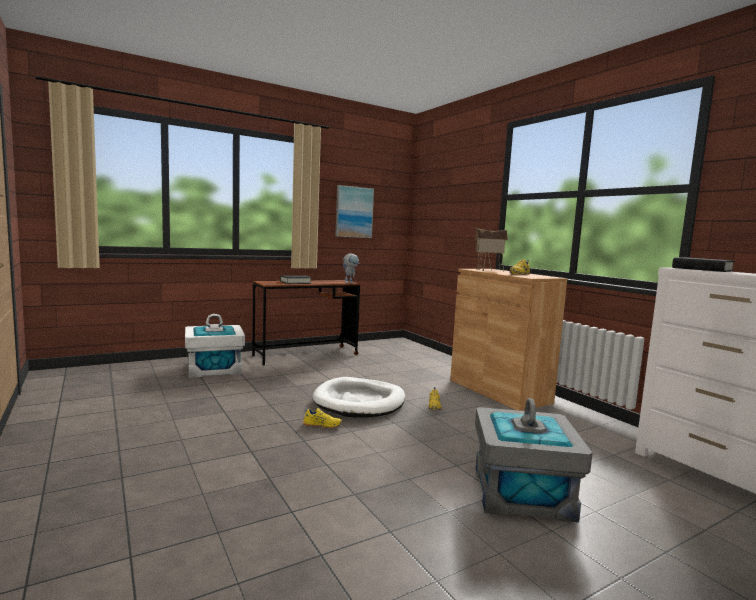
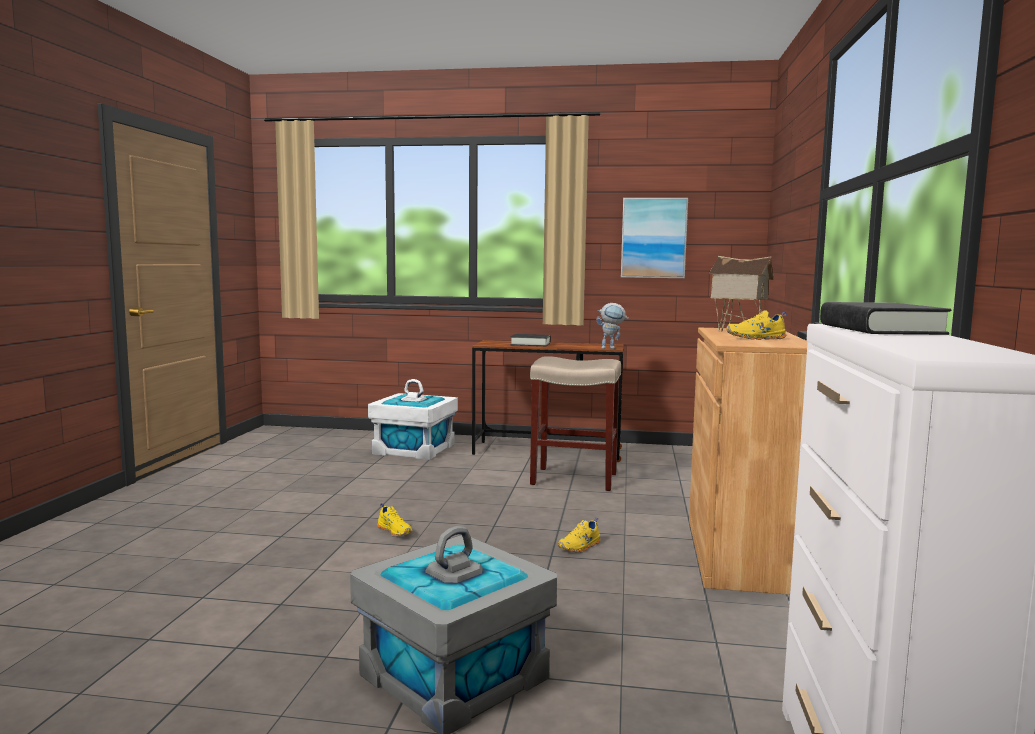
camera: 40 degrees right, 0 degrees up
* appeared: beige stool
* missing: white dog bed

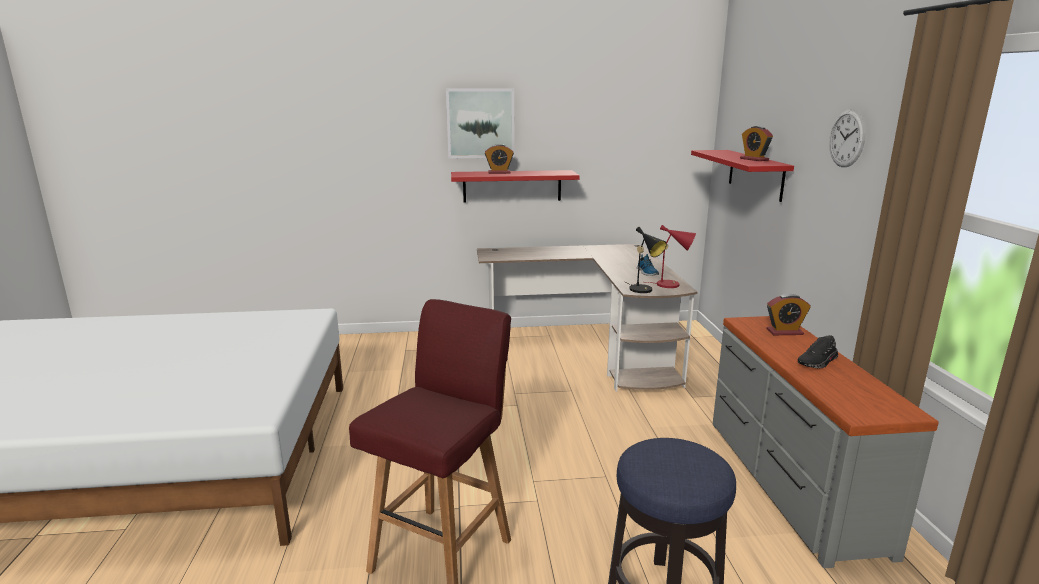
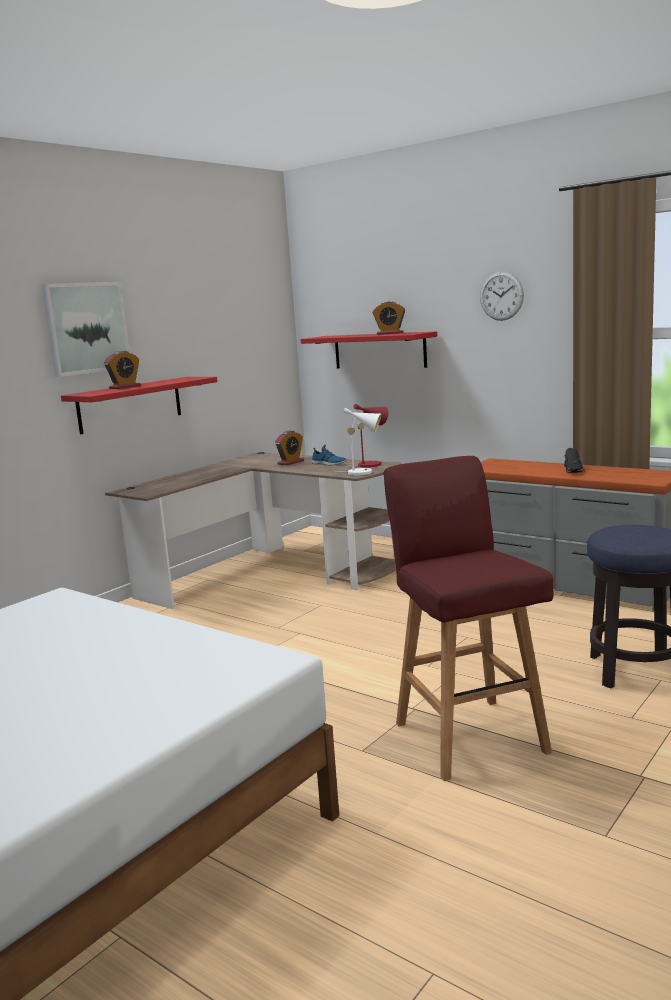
camera: 45 degrees left, 5 degrees down
* relocated: alarm clock (no. 3 from left in the first image) to alarm clock (no. 2 from left)
* colour: black table lamp to white table lamp

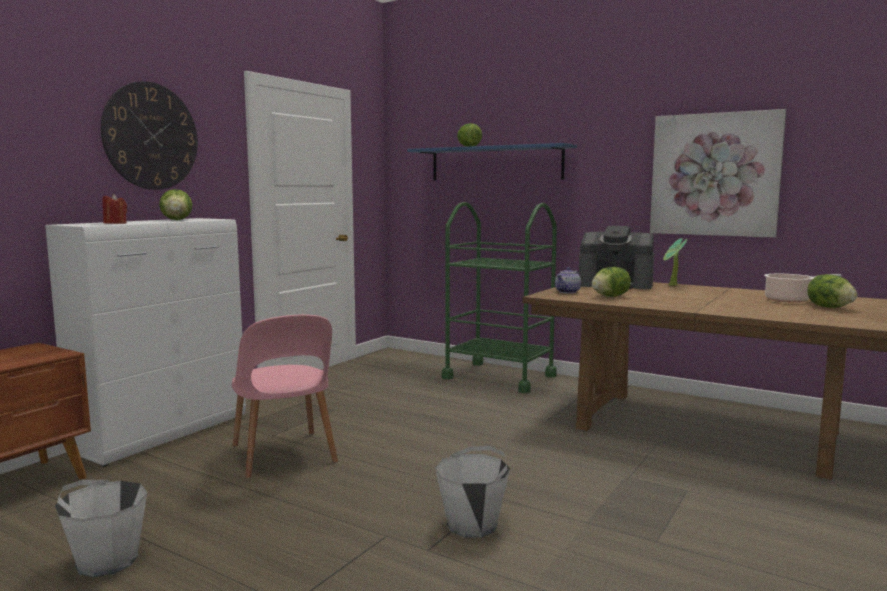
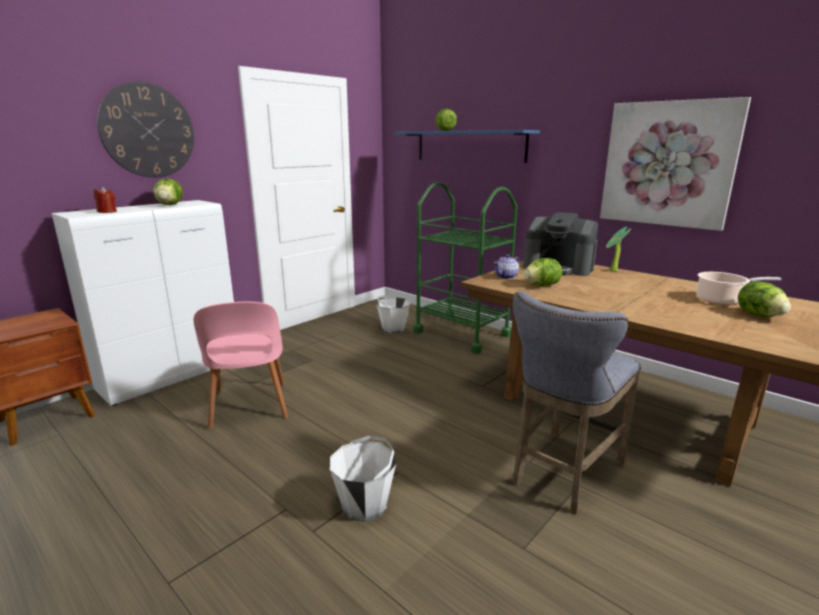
camera: 10 degrees right, 10 degrees up
* relocated: white bucket (no. 1 from left in the first image) to white bucket (no. 2 from left)
* appeared: grey stool

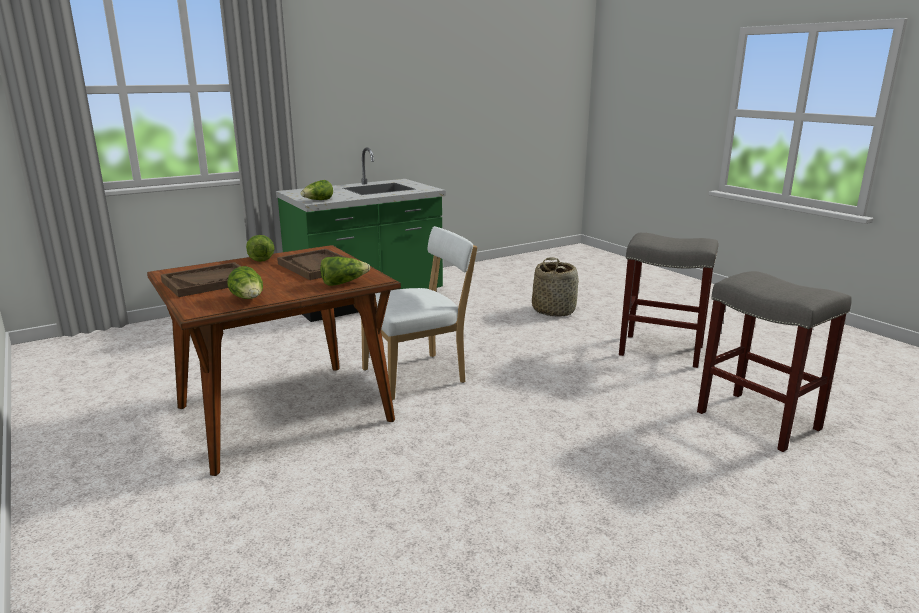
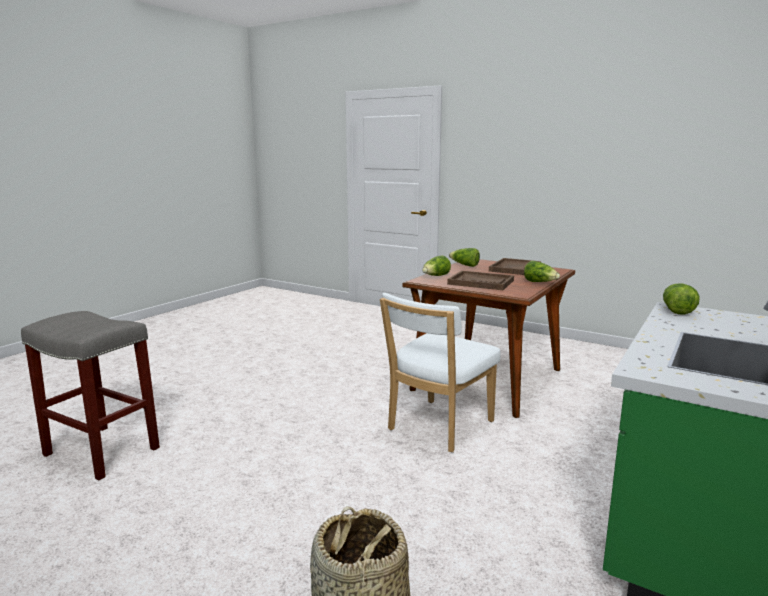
camera: 155 degrees right, 5 degrees down
* missing: grey stool (no. 1 from left)

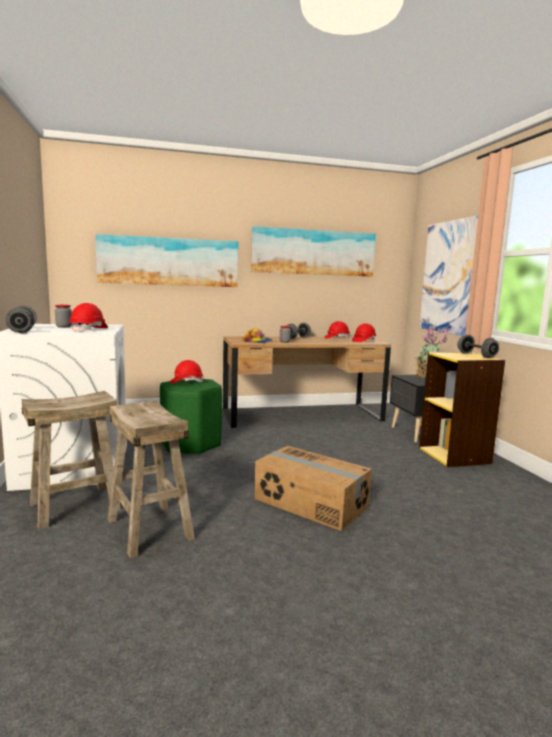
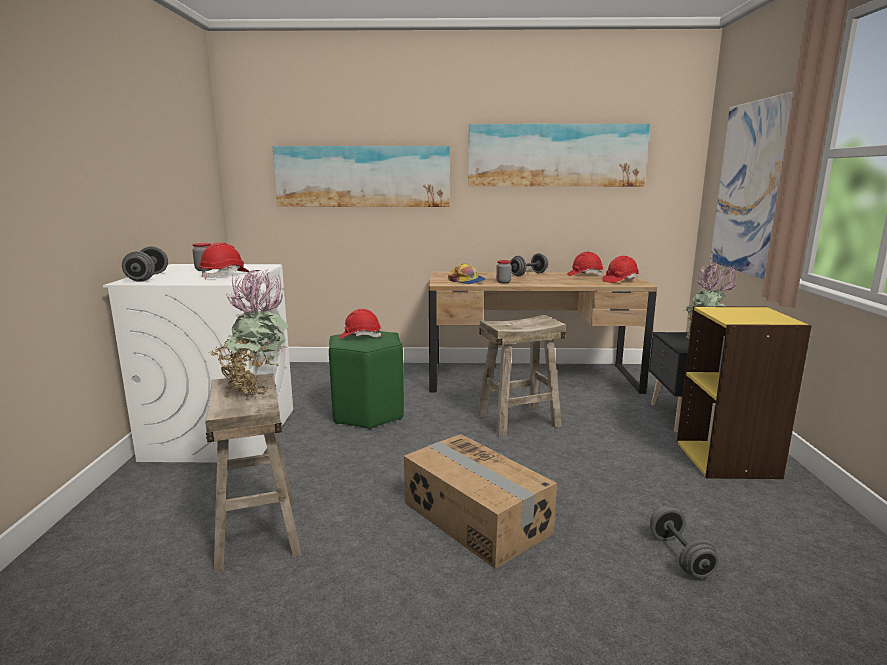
camera: 15 degrees right, 5 degrees up
* appeared: potted plant (no. 1 from left)
* relocated: beige stool (no. 1 from left in the first image) to beige stool (no. 2 from left)
* relocated: grey dumbbell (no. 3 from left)

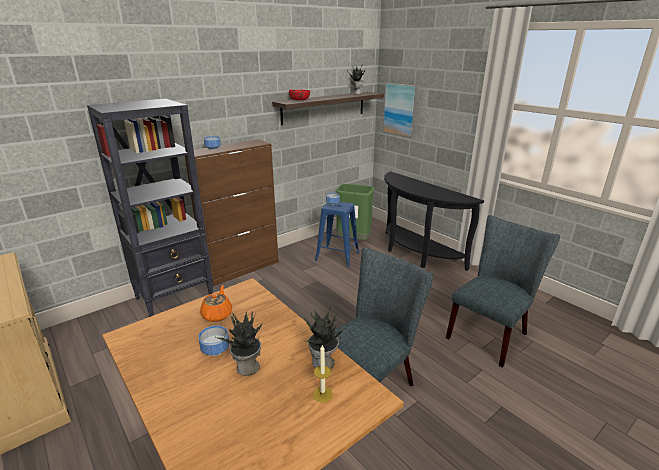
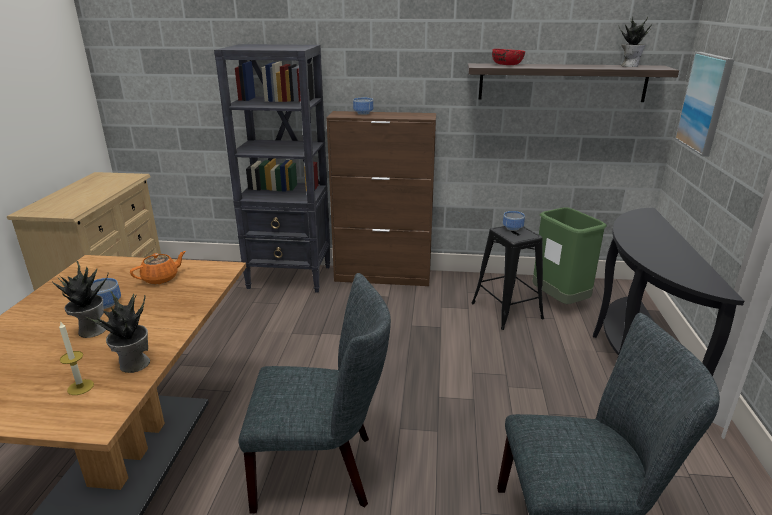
camera: 45 degrees right, 0 degrees up
* colour: blue stool to black stool

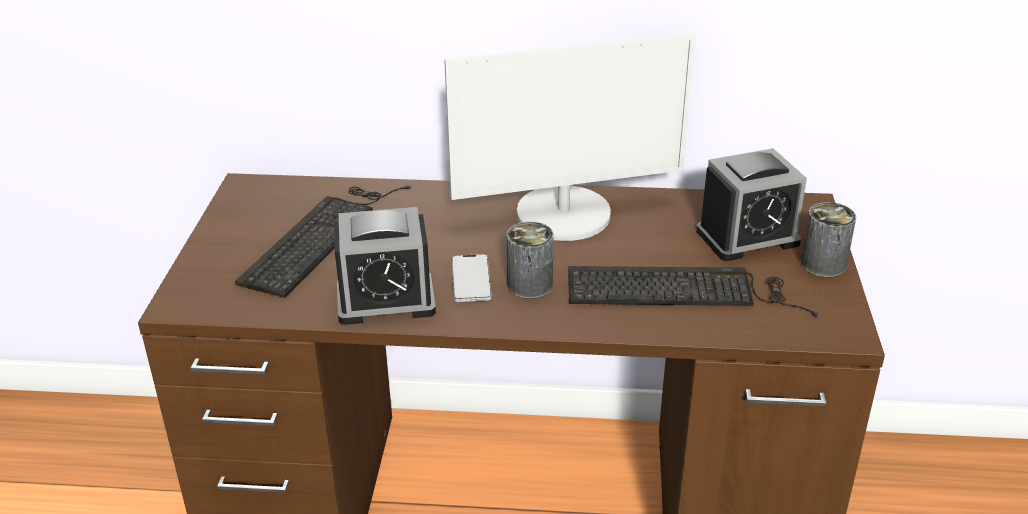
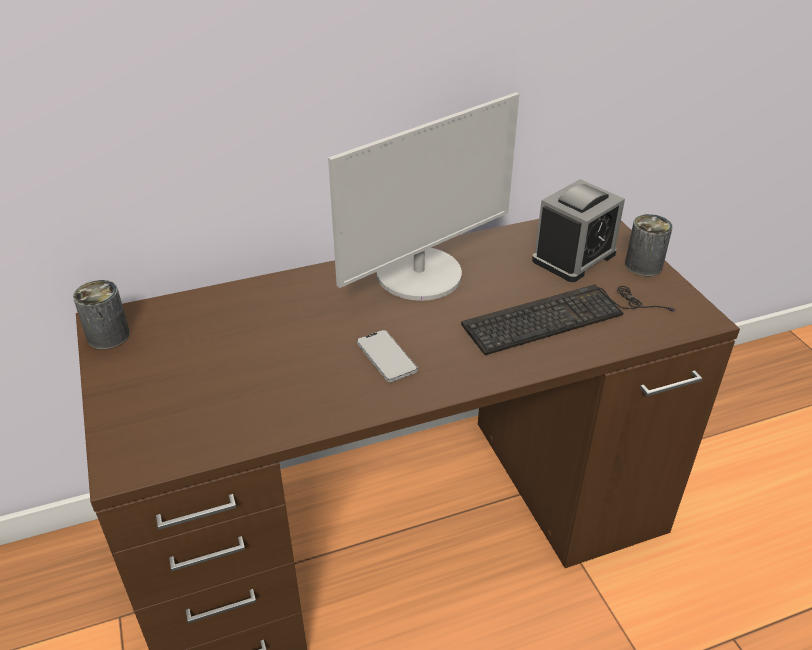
camera: 25 degrees left, 5 degrees up
* relocated: can (no. 1 from left)
* missing: keyboard (no. 1 from left)
* missing: alarm clock (no. 1 from left)

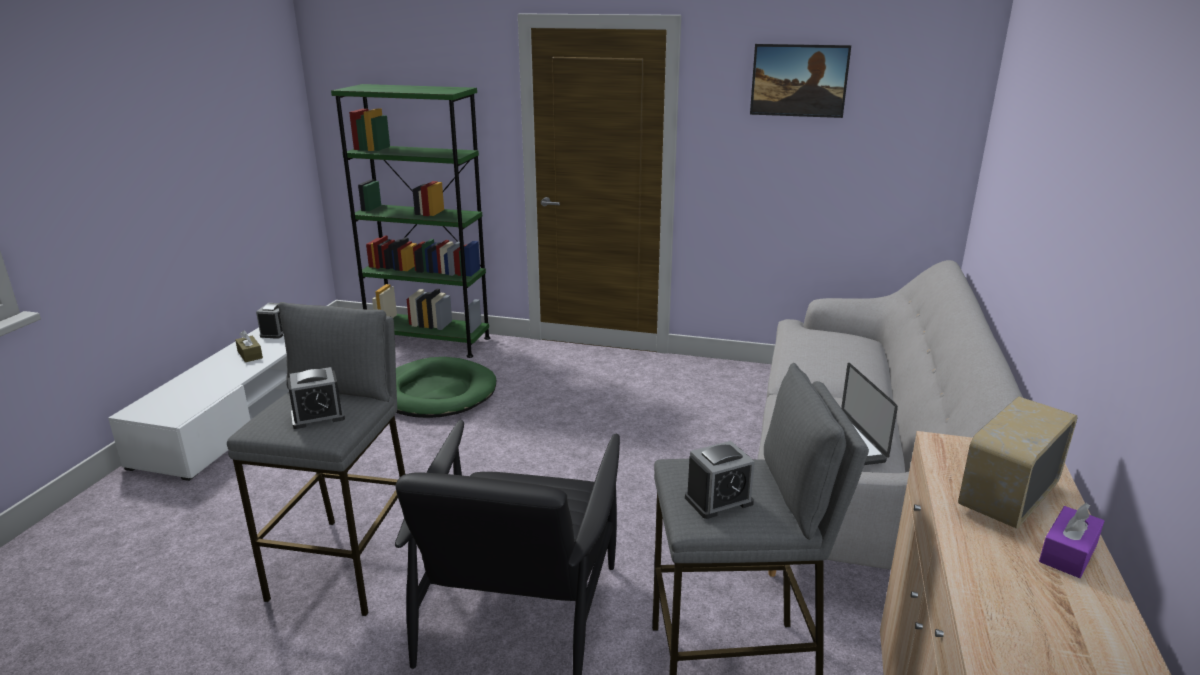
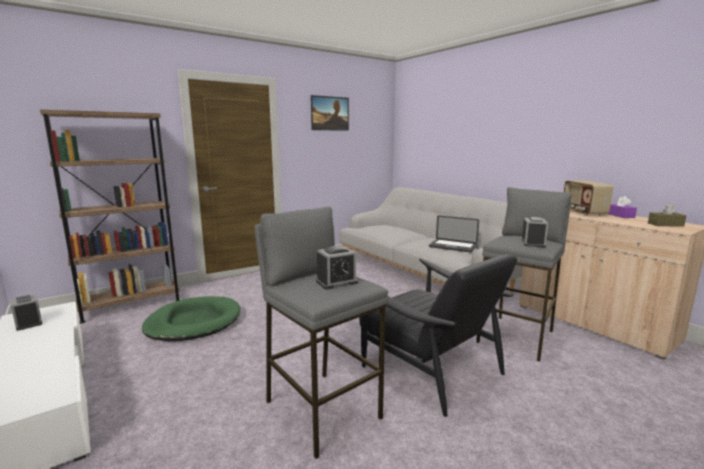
camera: 50 degrees left, 10 degrees down
* colour: green bookcase to brown bookcase
* spun: alarm clock (no. 2 from left) 45 degrees clockwise
* relocated: brown tissue box

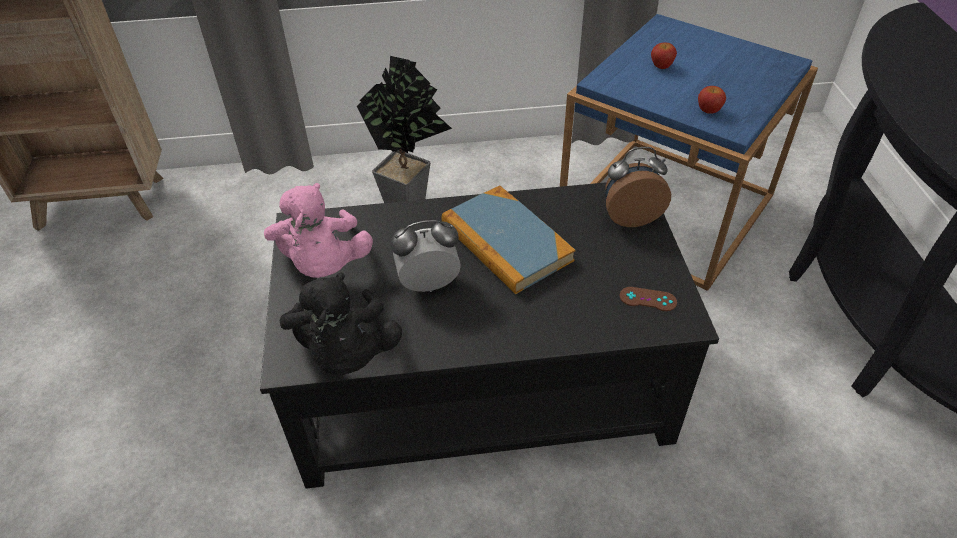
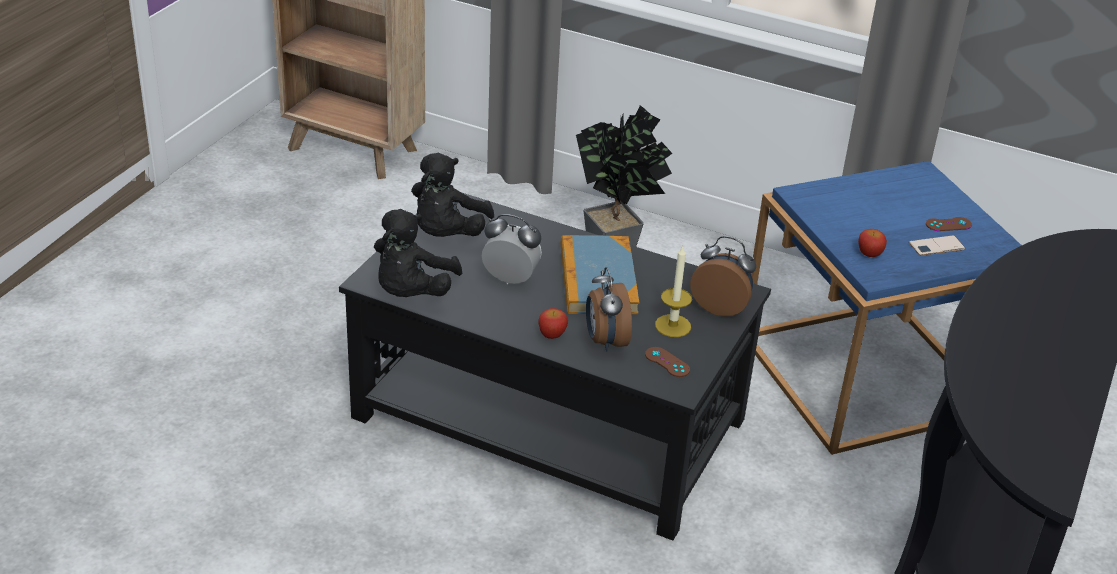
camera: 30 degrees right, 10 degrees down
* colour: pink plush toy to black plush toy (no. 2 from left)
* relocated: apple (no. 1 from left)
* appeared: alarm clock (no. 2 from left)
* appeared: candle
* appeared: phone
* appeared: brown game controller (no. 2 from left)

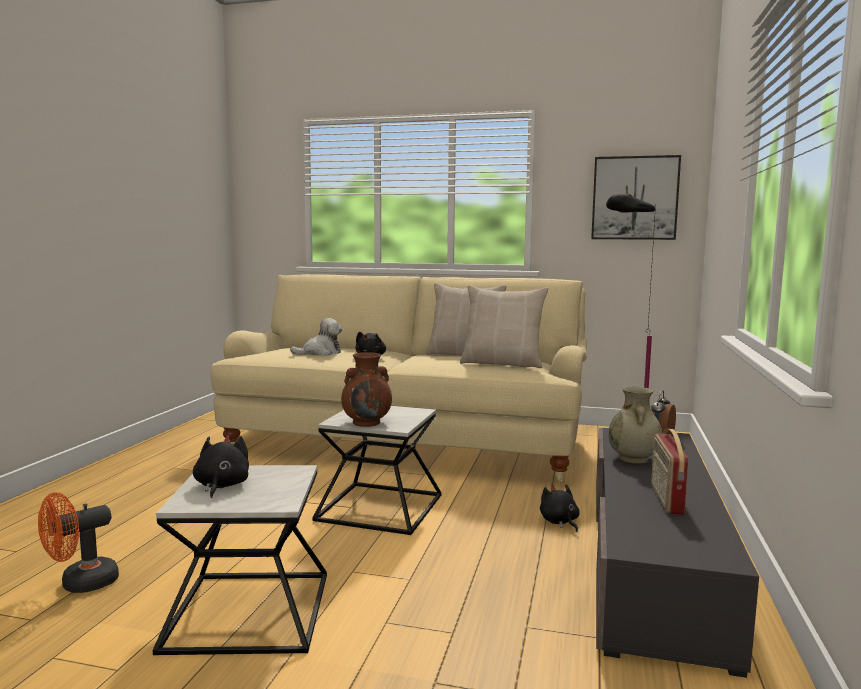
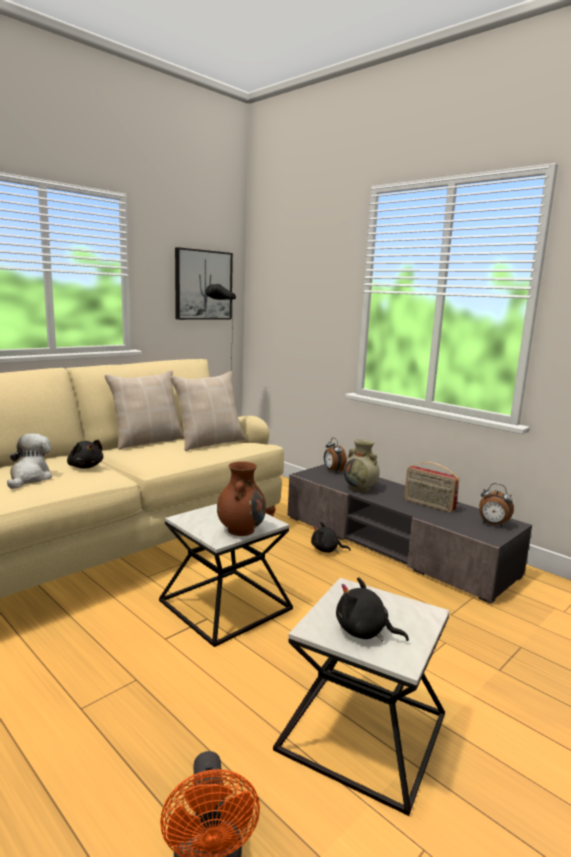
camera: 60 degrees left, 5 degrees up
* appeared: alarm clock (no. 2 from left)

